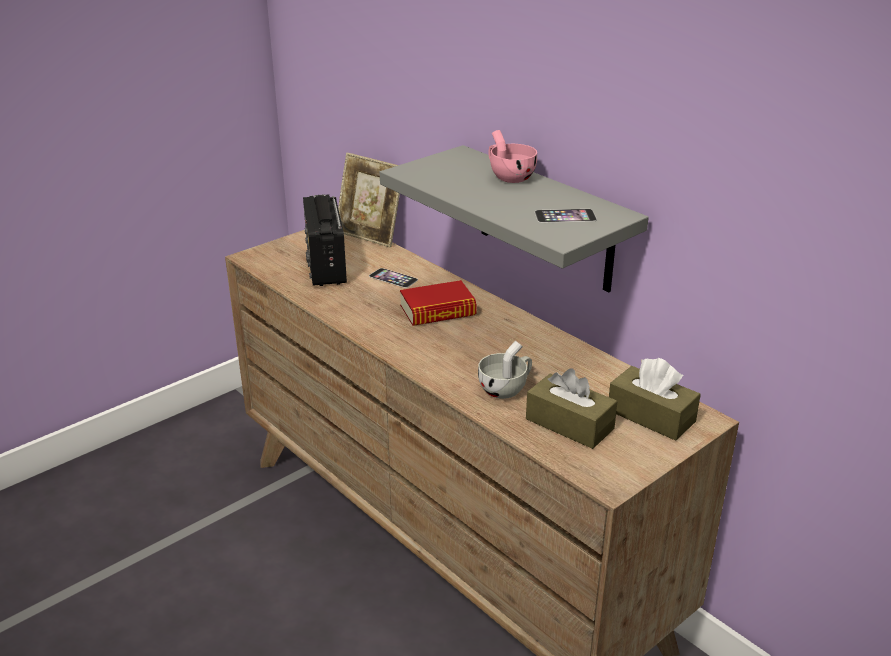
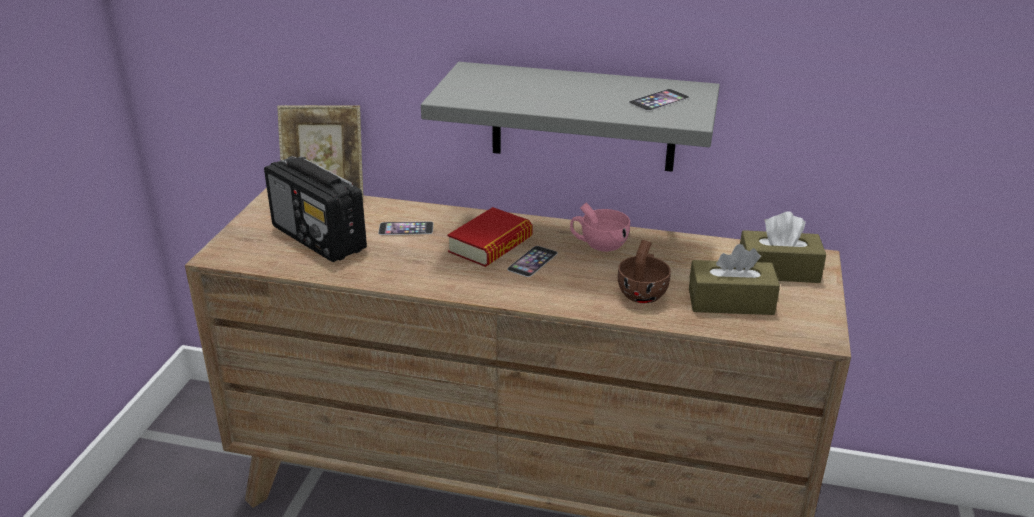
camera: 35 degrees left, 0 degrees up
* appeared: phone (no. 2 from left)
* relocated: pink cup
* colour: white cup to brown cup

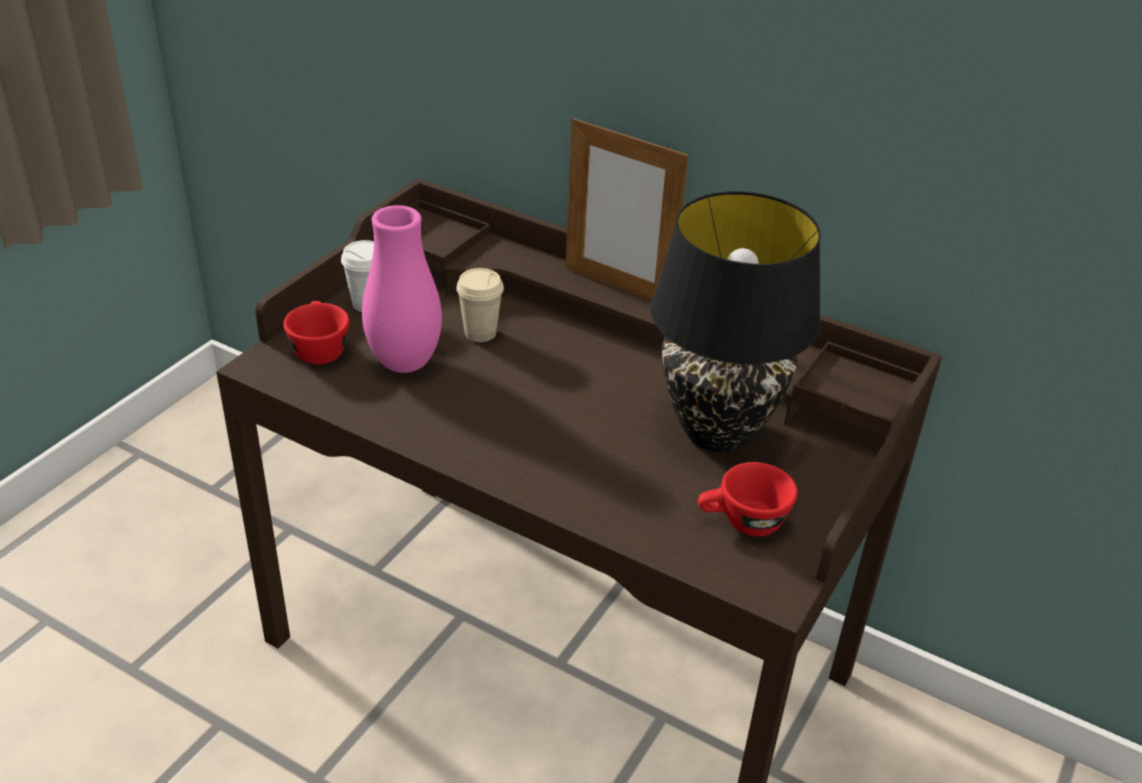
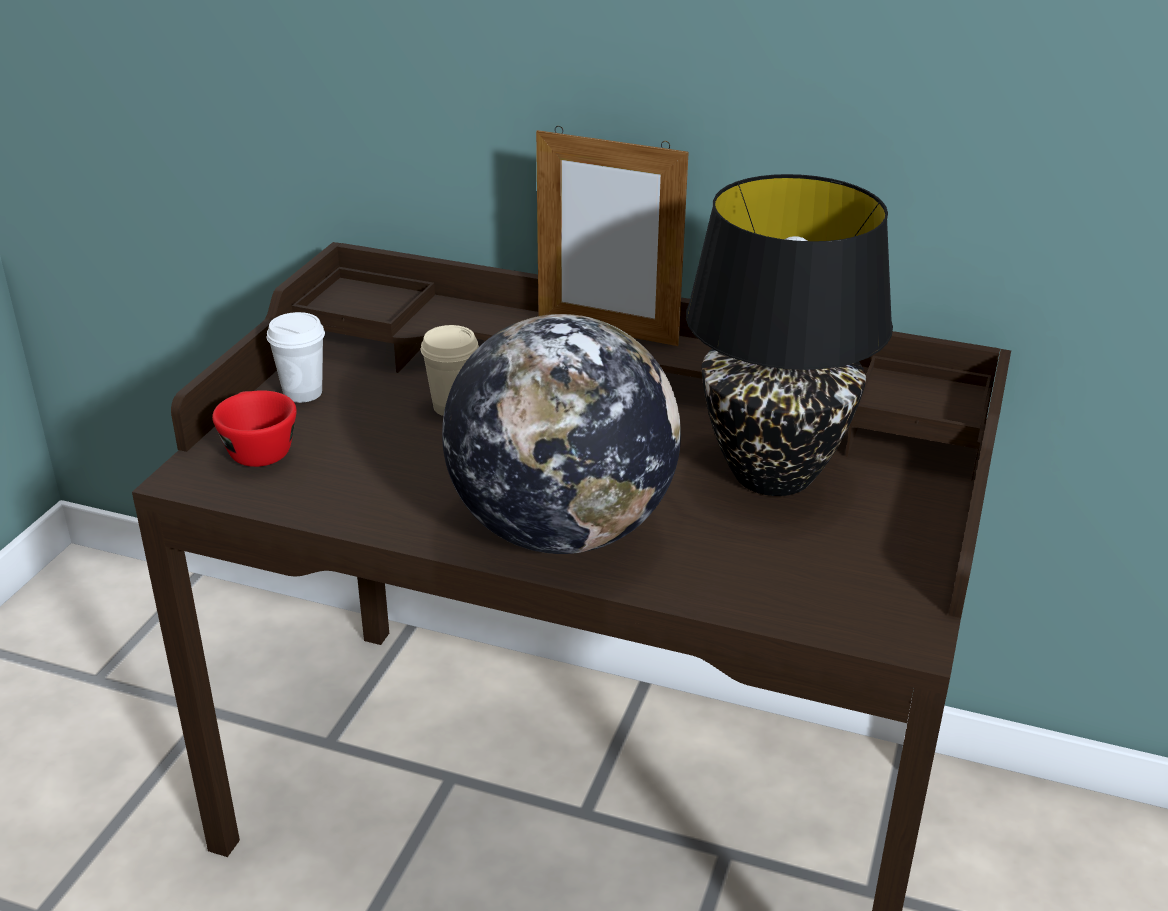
camera: 10 degrees left, 5 degrees down
* appeared: globe
* missing: pink vase
* missing: red cup (no. 2 from left)

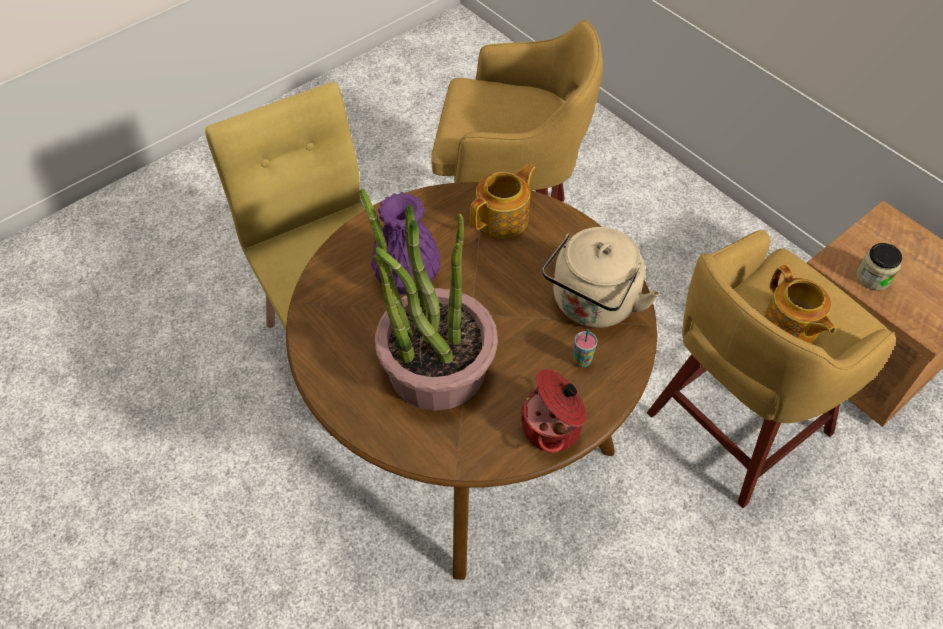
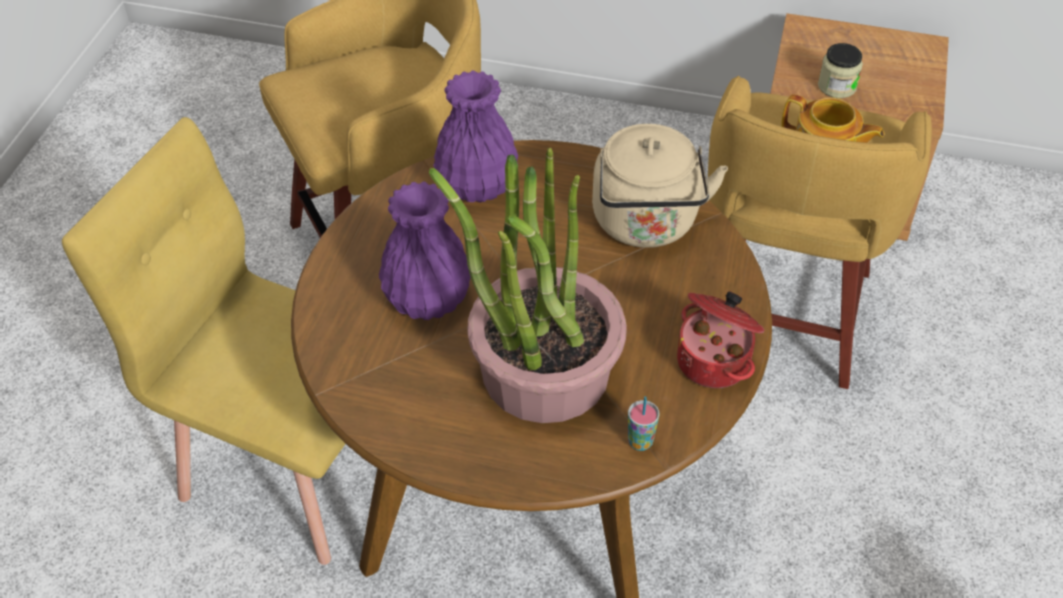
camera: 35 degrees left, 5 degrees down
* exchanged: teapot (no. 1 from left) to purple vase (no. 2 from left)
* relocated: cup

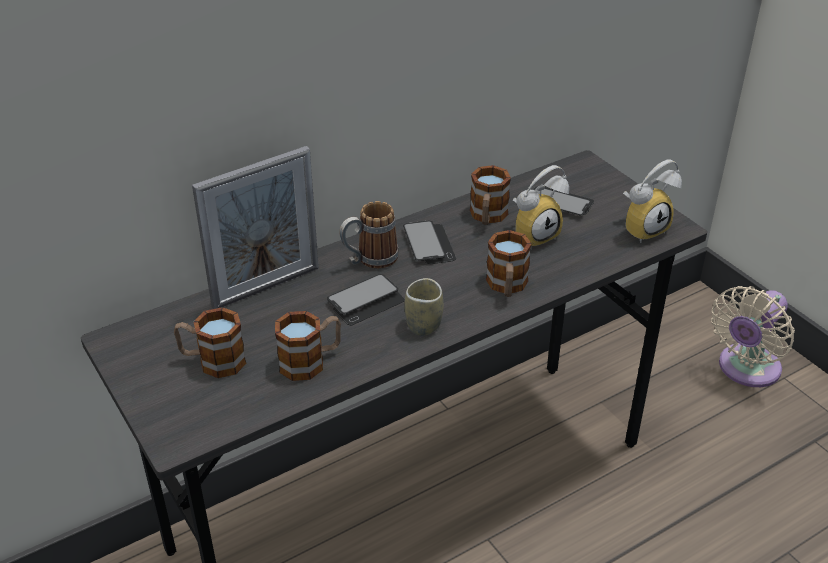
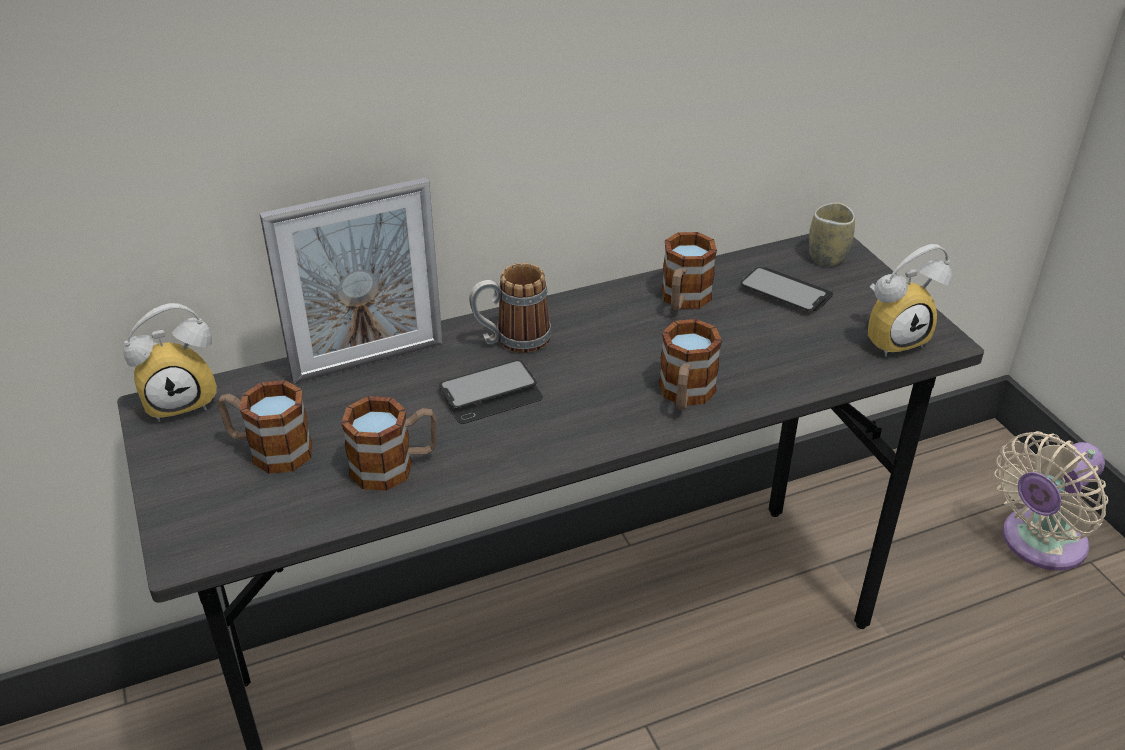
camera: 10 degrees right, 0 degrees up
* relocated: alarm clock (no. 1 from left)
* relocated: cup
* missing: phone (no. 2 from left)

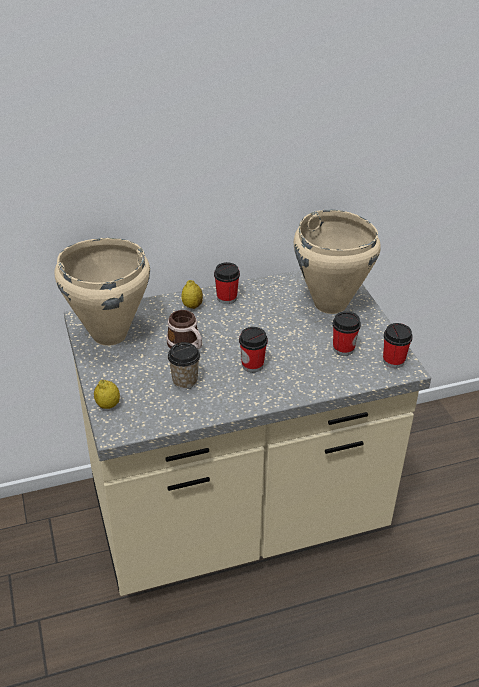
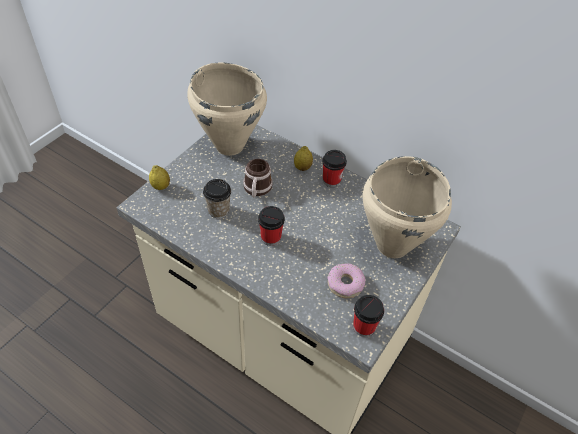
camera: 50 degrees right, 10 degrees up
* exchanged: cup (no. 4 from left) to donut

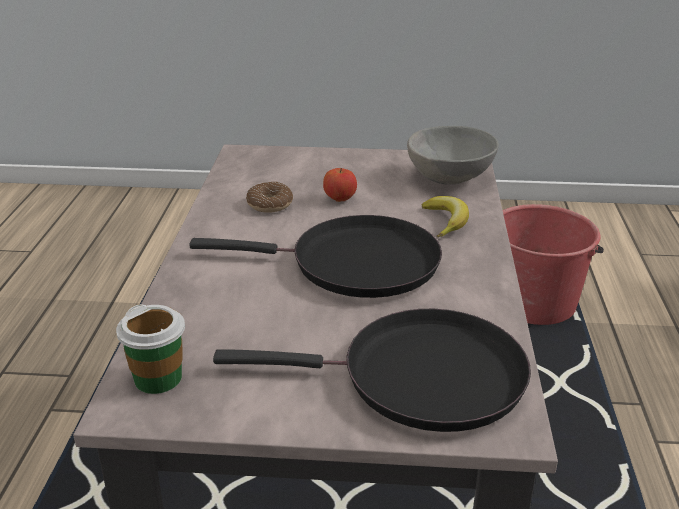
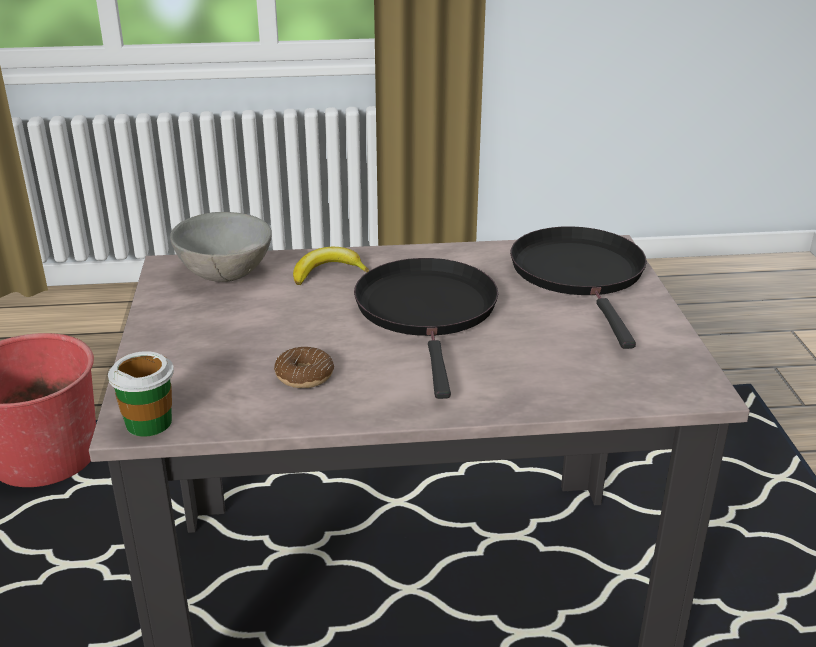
camera: 100 degrees left, 0 degrees up
* relocated: cup
* missing: apple

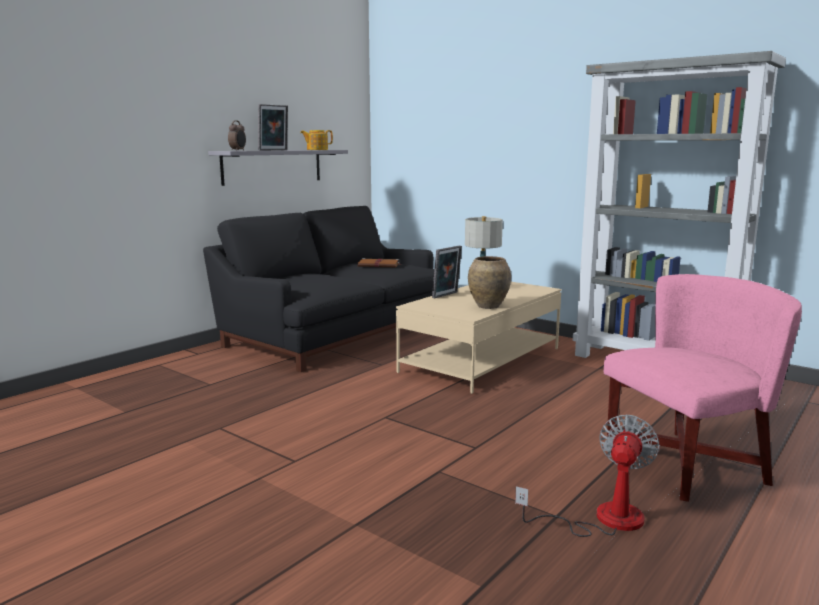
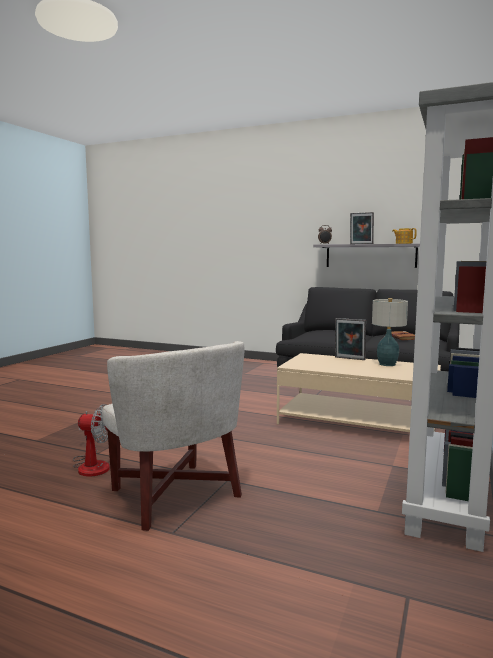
camera: 75 degrees right, 5 degrees down
* colour: pink armchair to white armchair
* missing: brown vase

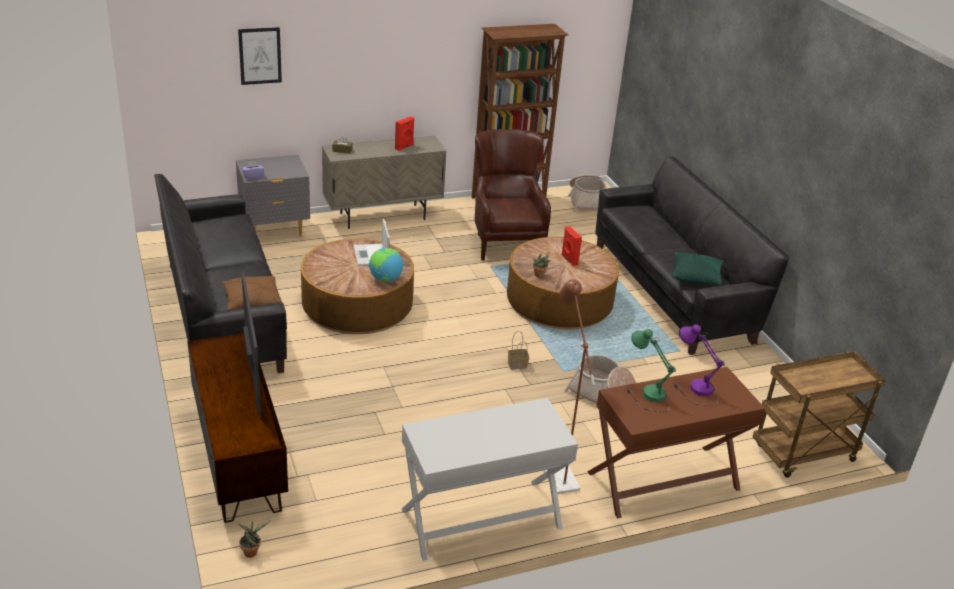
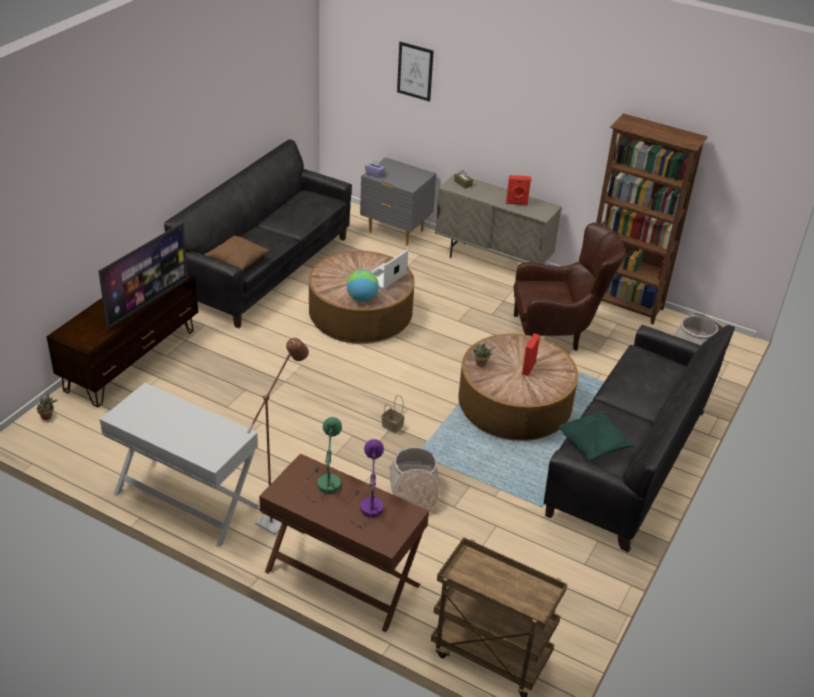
camera: 50 degrees right, 5 degrees up
* spun: brown armchair 45 degrees clockwise

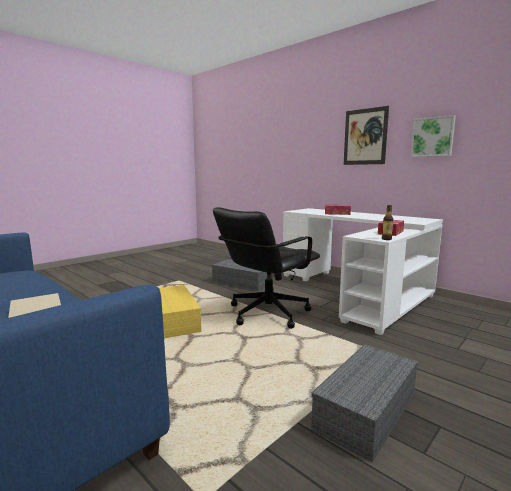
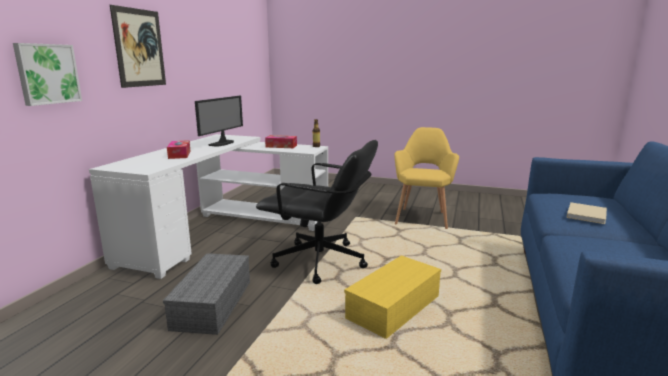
camera: 115 degrees left, 5 degrees up
* relocated: picture (no. 2 from left in the first image) to picture (no. 1 from left)
* appeared: monitor
* exchanged: grey storage box (no. 2 from left) to yellow armchair

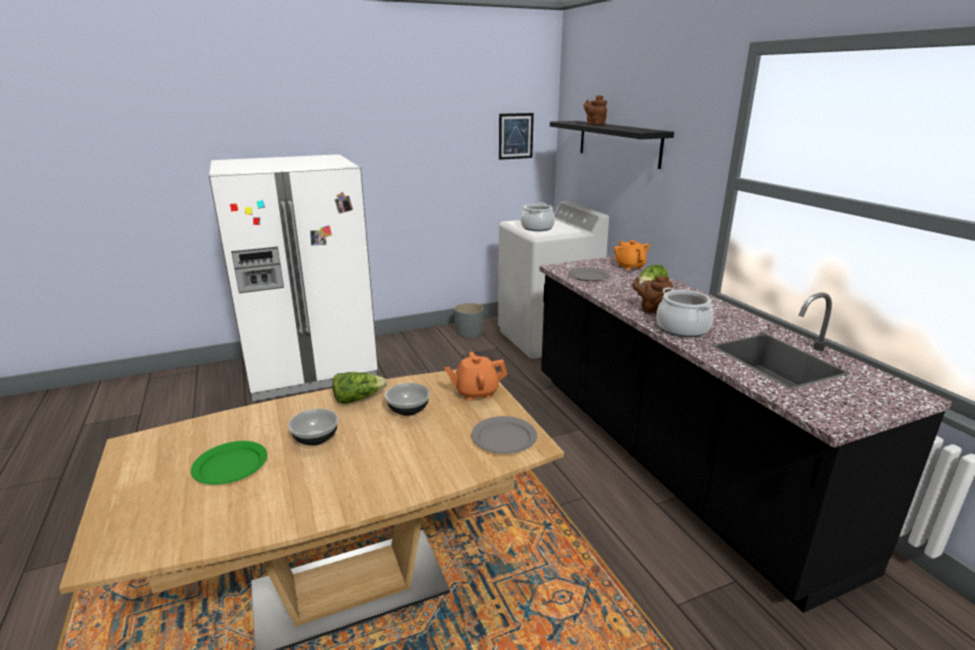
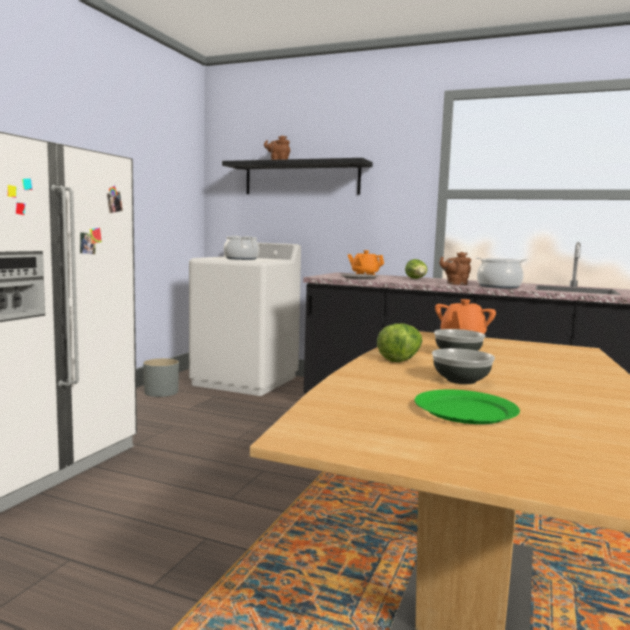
camera: 45 degrees left, 15 degrees down
* missing: grey plate (no. 1 from left)
* missing: picture

